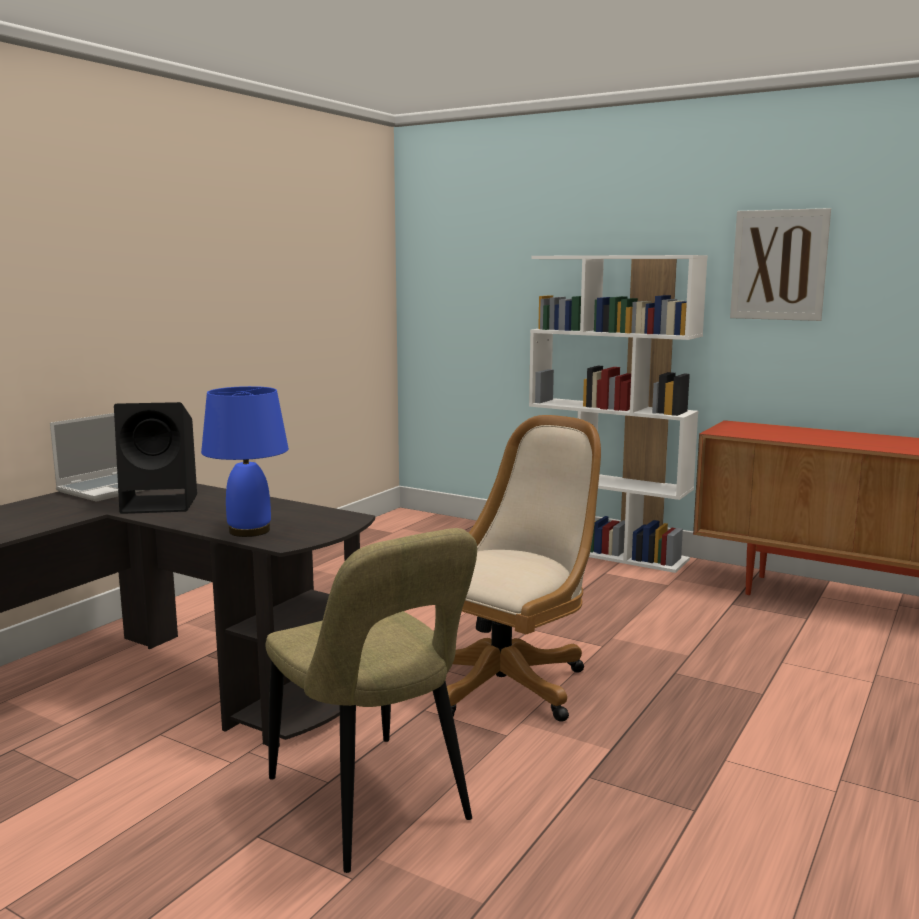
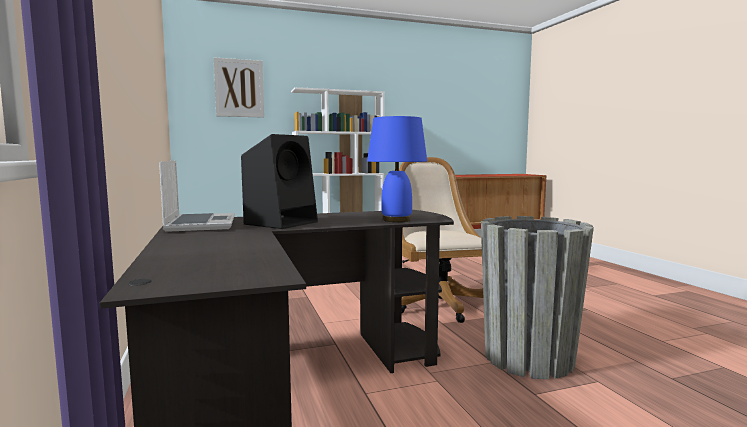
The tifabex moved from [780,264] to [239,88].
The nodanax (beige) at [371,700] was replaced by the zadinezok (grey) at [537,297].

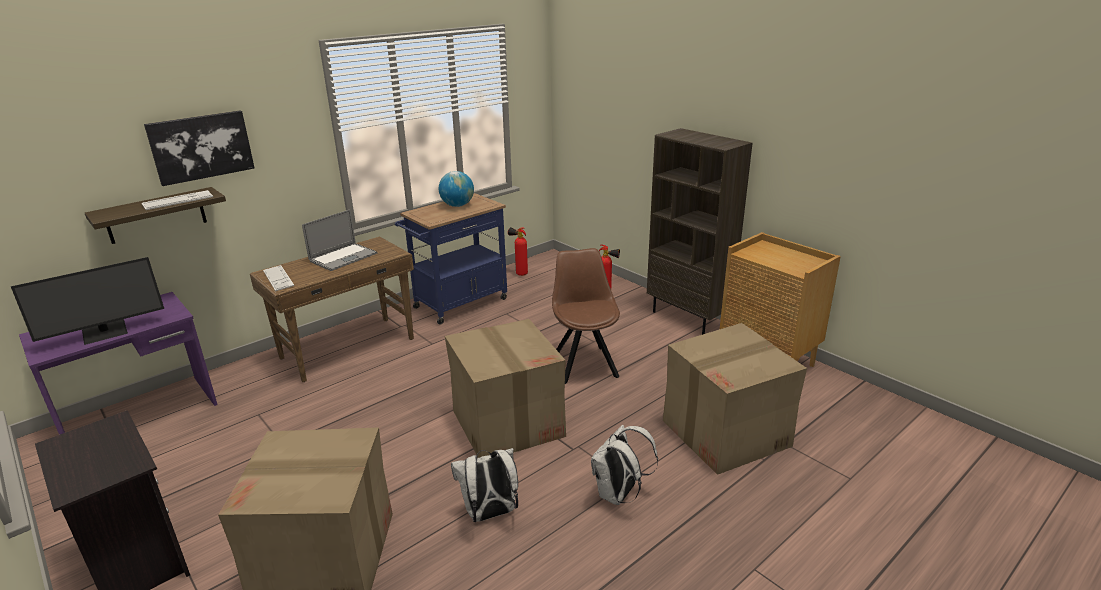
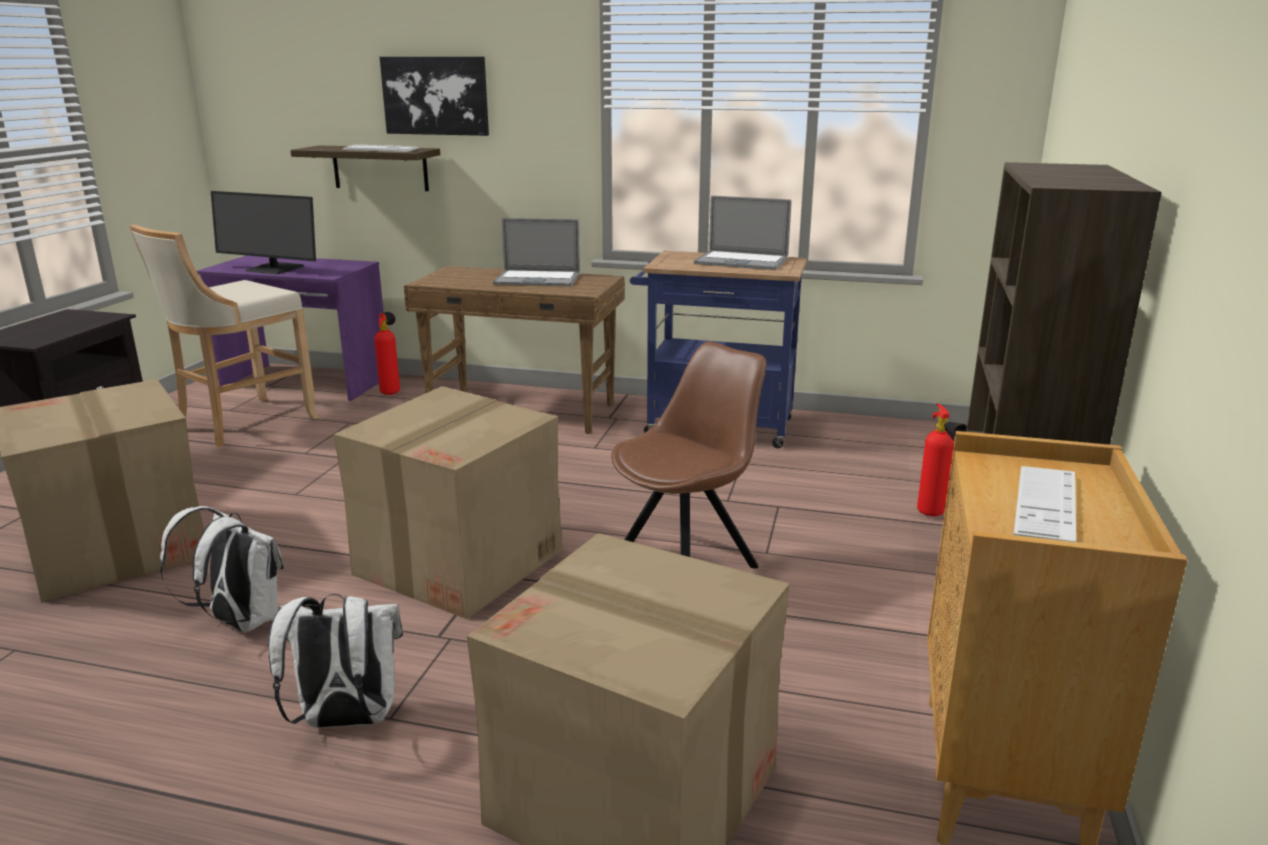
The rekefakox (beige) at [224,335] appeared.
The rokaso moved from [278,278] to [1045,504].
The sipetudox moved from [518,251] to [387,353].
The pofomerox at [456,189] was replaced by the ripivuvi at [742,233].

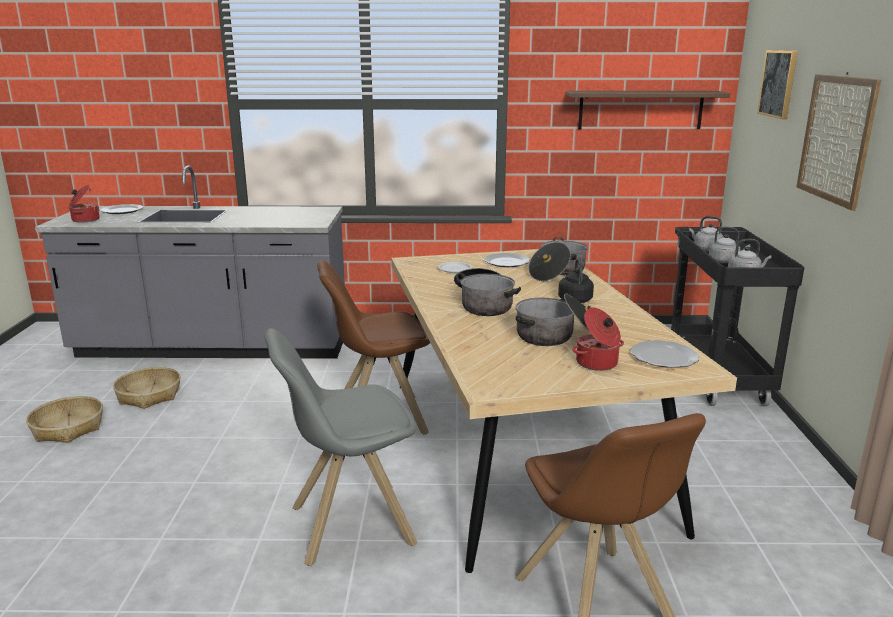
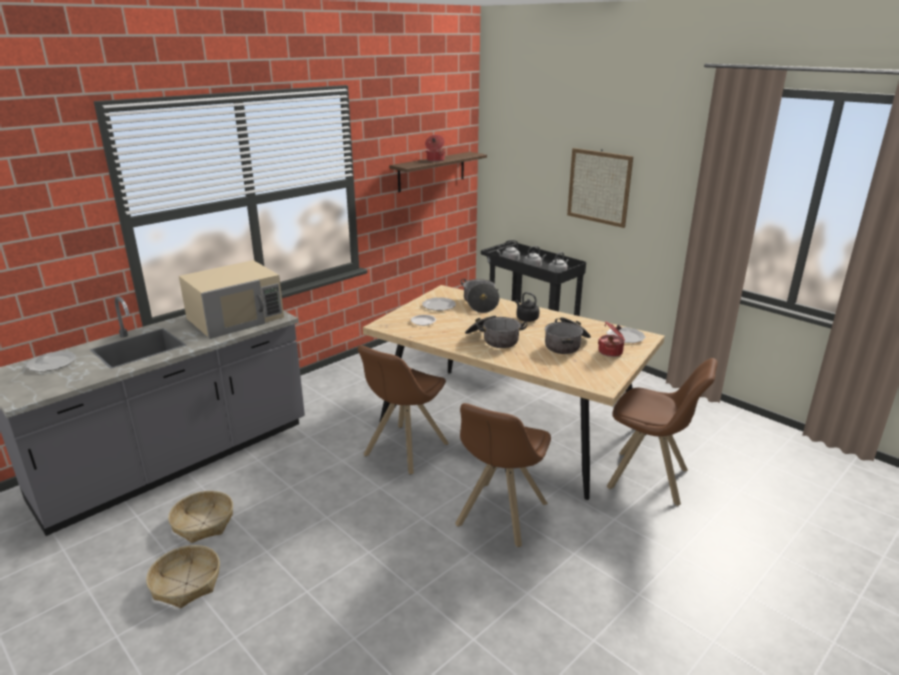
The tifabex at [777,84] disappeared.
The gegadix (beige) at [231,299] appeared.
The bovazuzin moved from [84,204] to [435,148].
The nodanax (grey) at [341,447] became the nodanax (brown) at [503,475].

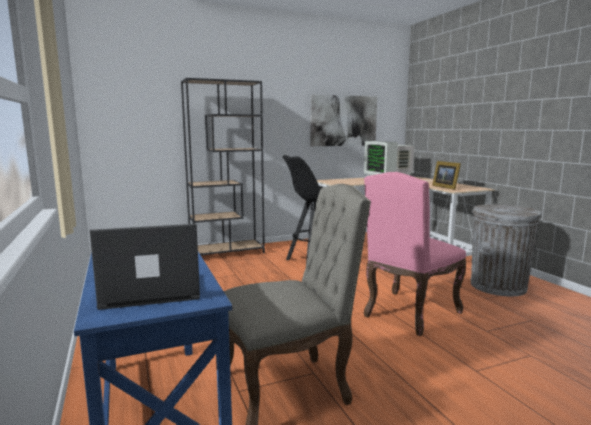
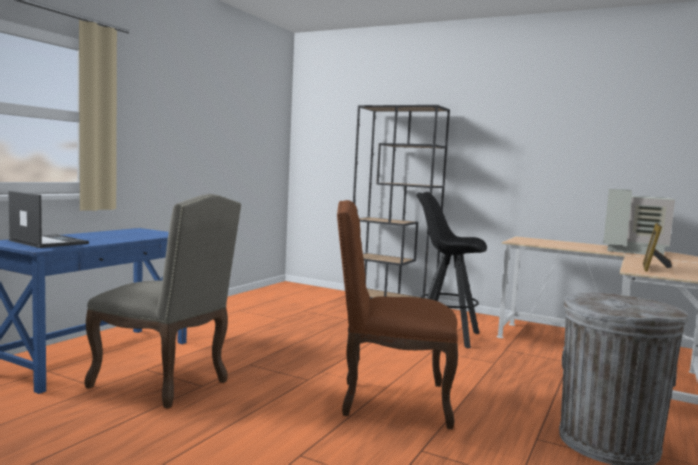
The tifabex at [343,120] disappeared.
The nodanax (pink) at [415,254] became the nodanax (brown) at [397,314].

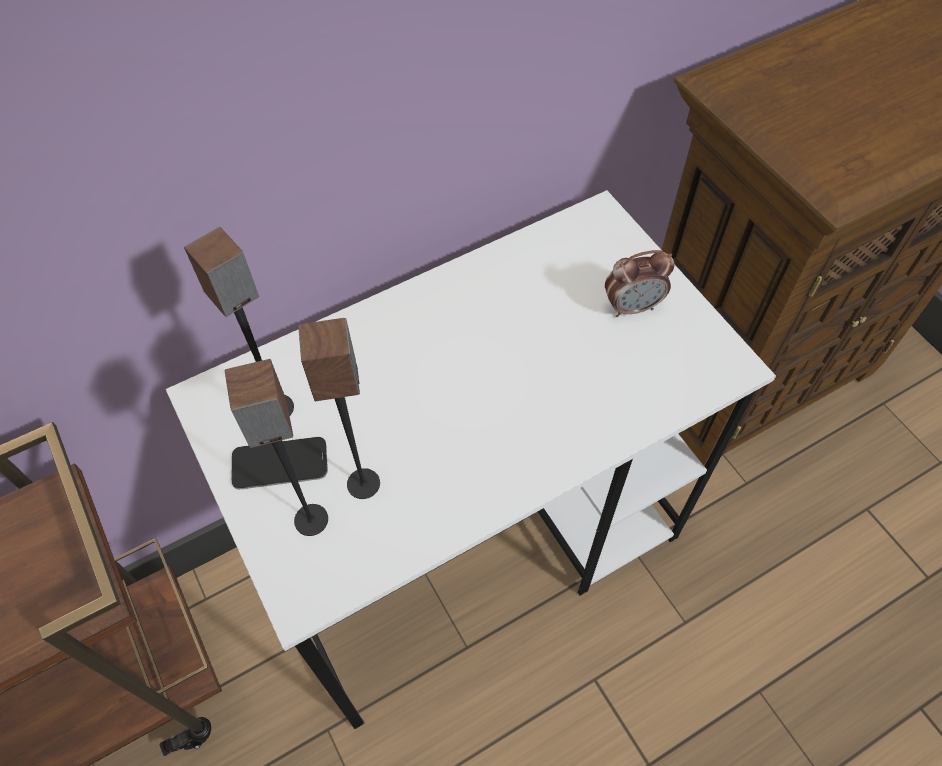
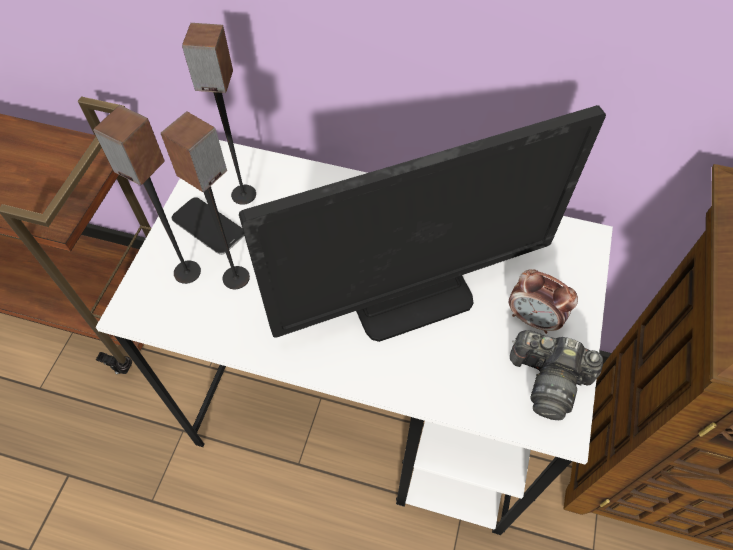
The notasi at [422,223] appeared.
The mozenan at [557,375] appeared.

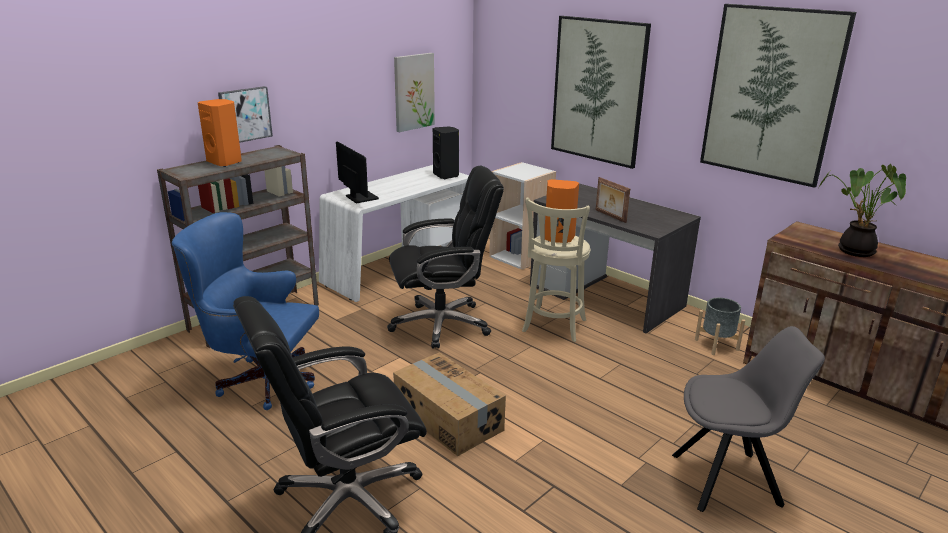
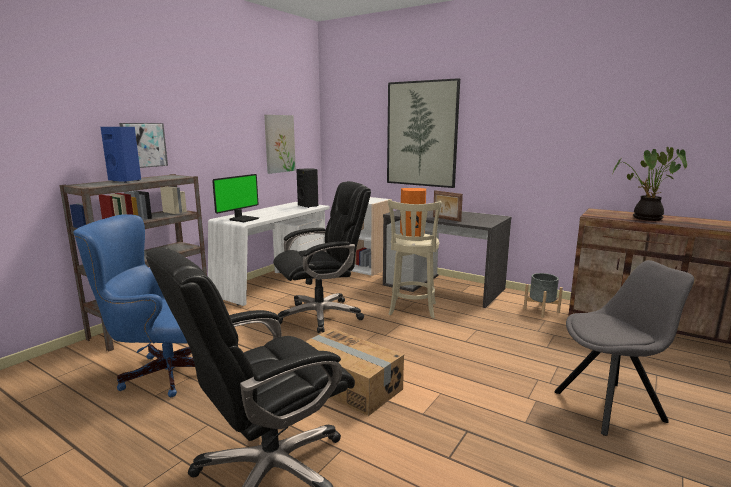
The tifabex at [778,96] disappeared.
The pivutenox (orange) at [220,133] became the pivutenox (blue) at [121,155].
The notasi at [357,172] turned 75 degrees clockwise.

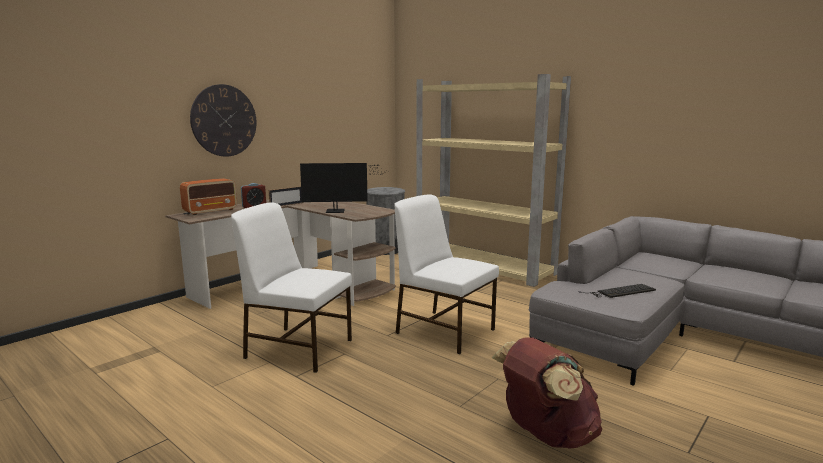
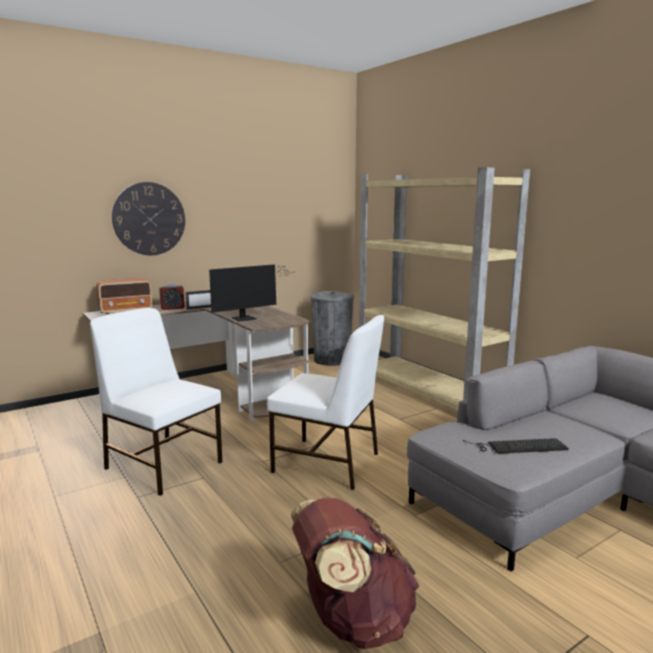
The notasi at [344,188] turned 45 degrees counterclockwise.
The nodanax (white) at [447,274] turned 150 degrees clockwise.

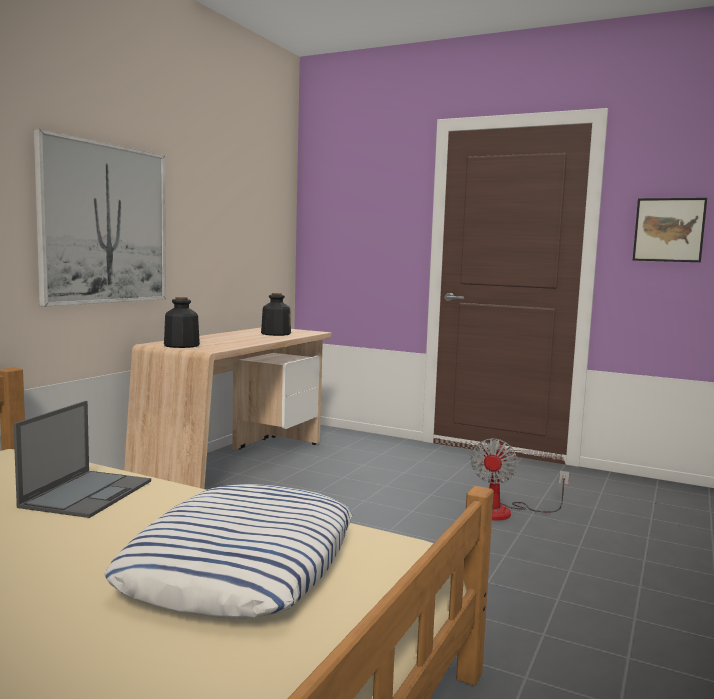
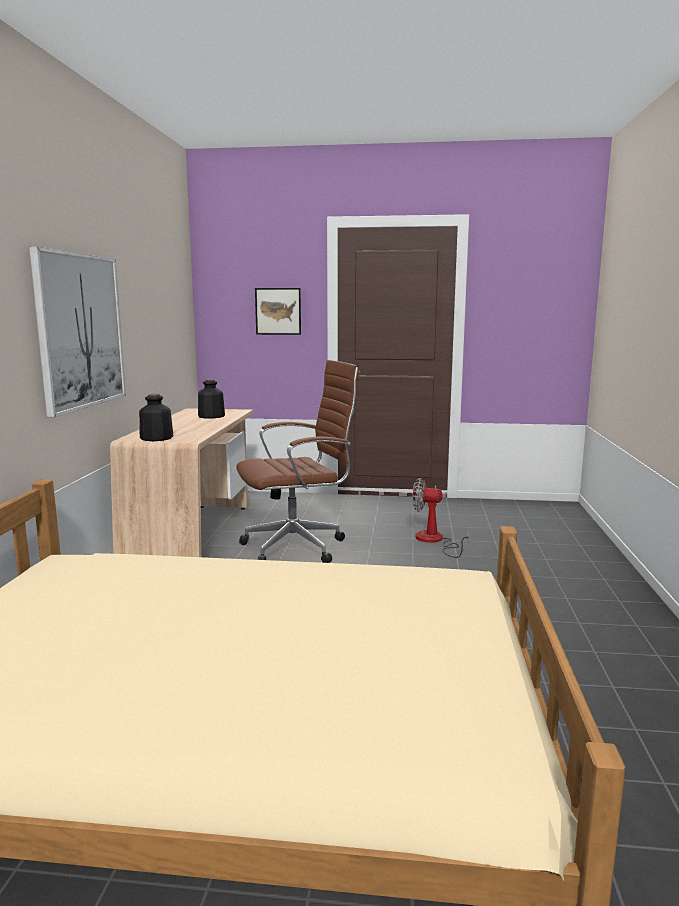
The ripivuvi at [82,459] disappeared.
The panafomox at [228,551] disappeared.
The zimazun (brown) at [298,461] appeared.
The tifabex moved from [670,230] to [278,311].
The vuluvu at [519,479] turned 105 degrees clockwise.

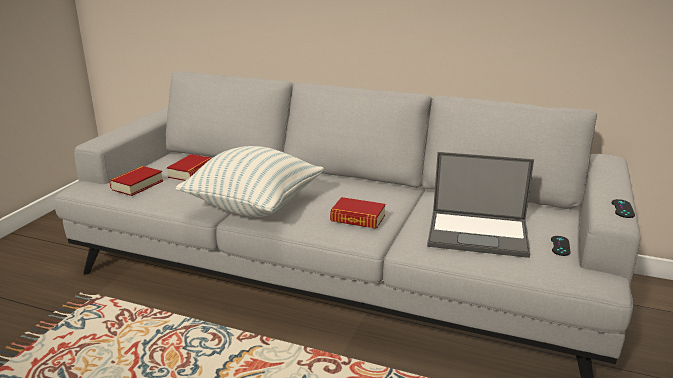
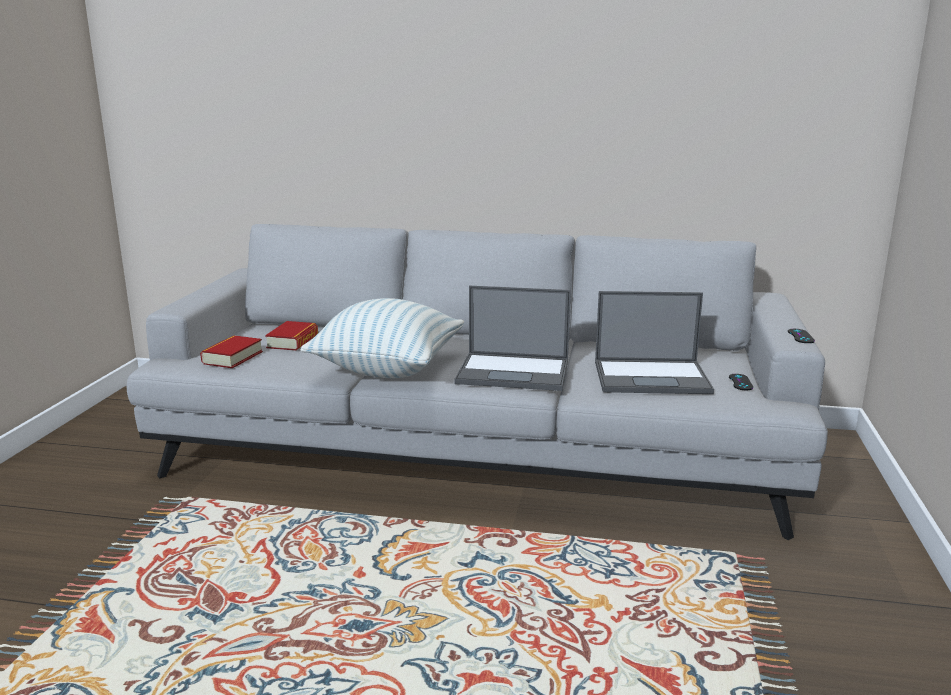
The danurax at [358,213] was replaced by the ripivuvi at [512,338].

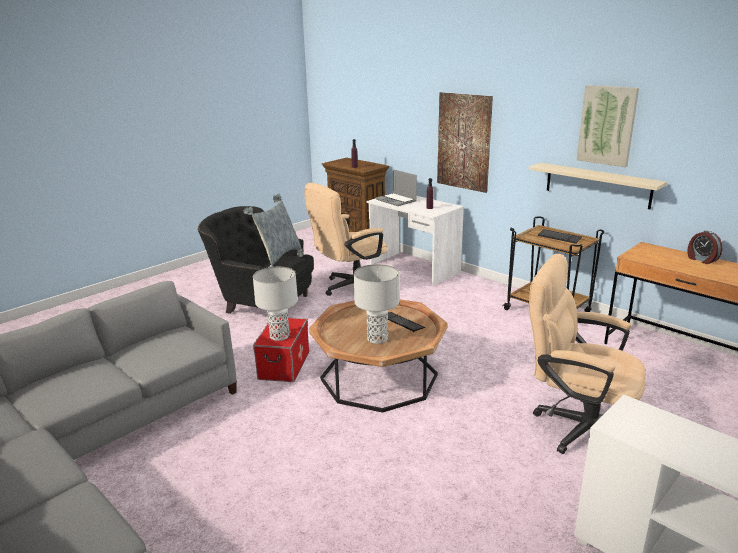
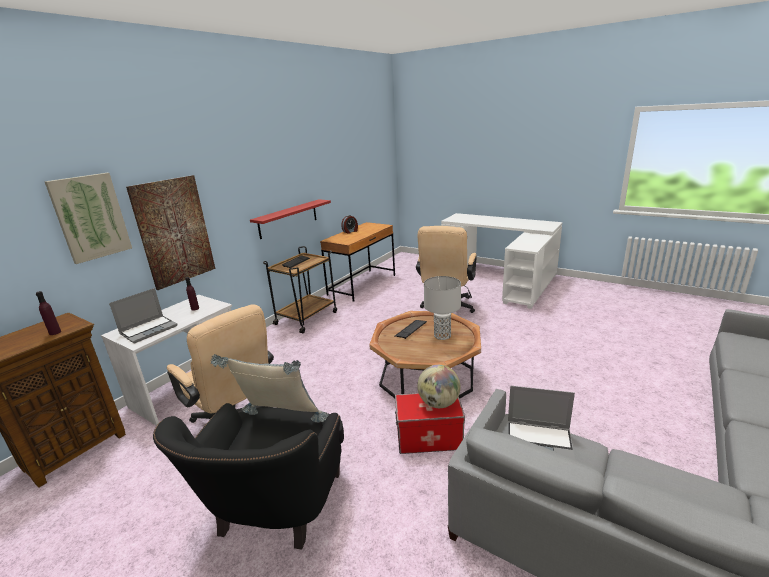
The ripivuvi at [541,423] appeared.
The tifabex moved from [608,126] to [88,218].
The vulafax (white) at [275,304] was replaced by the pofomerox at [438,386].
The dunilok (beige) at [598,186] became the dunilok (red) at [290,219].

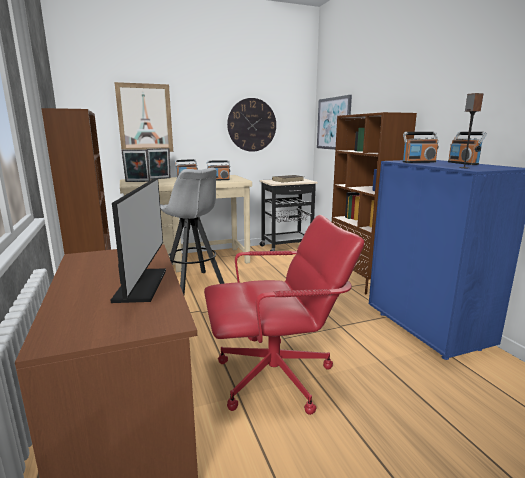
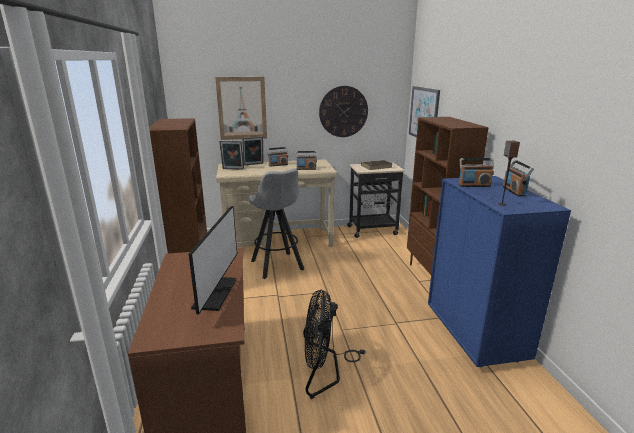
The zimazun (red) at [284,315] was replaced by the vuluvu (black) at [334,344].

